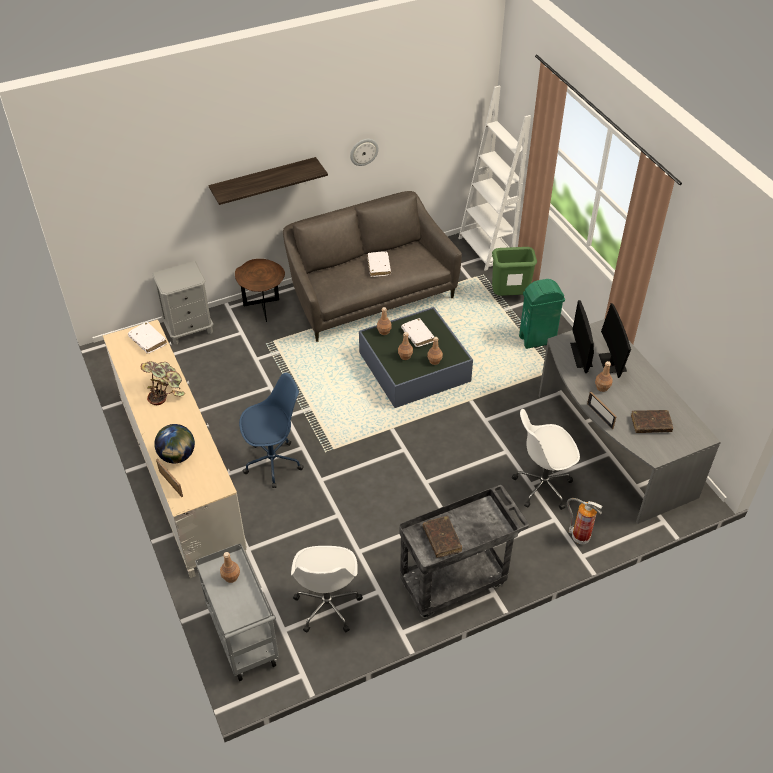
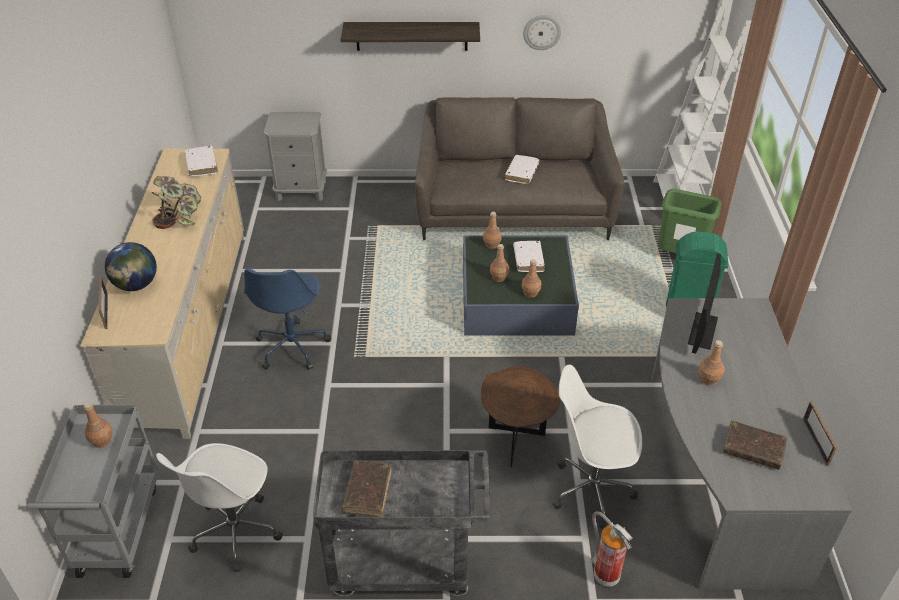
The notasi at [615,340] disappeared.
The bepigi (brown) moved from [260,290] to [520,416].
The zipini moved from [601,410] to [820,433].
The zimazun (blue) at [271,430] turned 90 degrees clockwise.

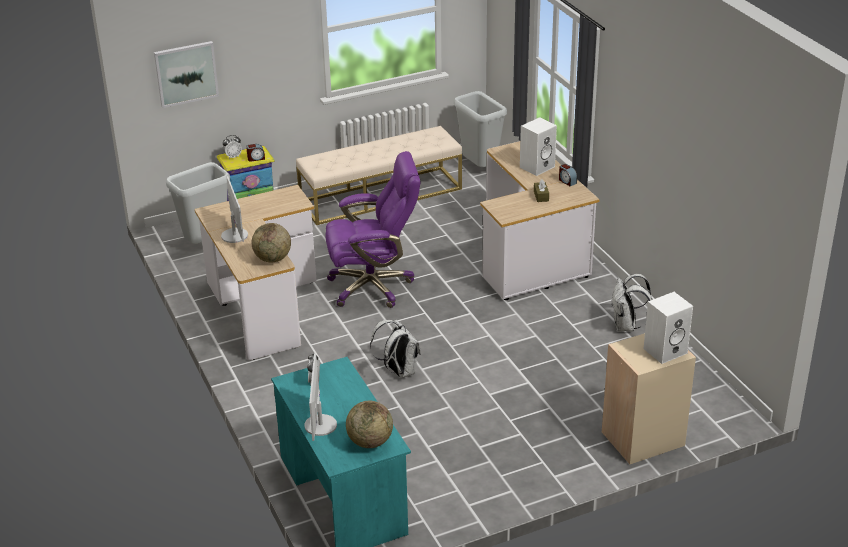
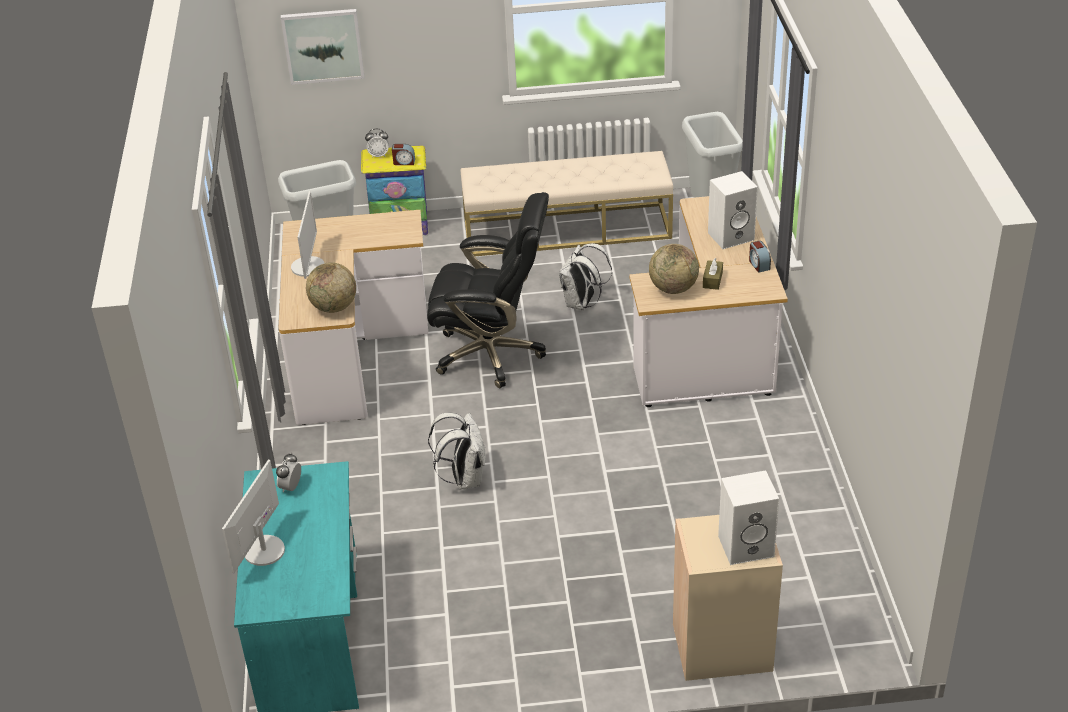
The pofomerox moved from [369,424] to [674,269].
The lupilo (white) moved from [632,302] to [585,276].
The zimazun (purple) at [373,229] became the zimazun (black) at [488,290].

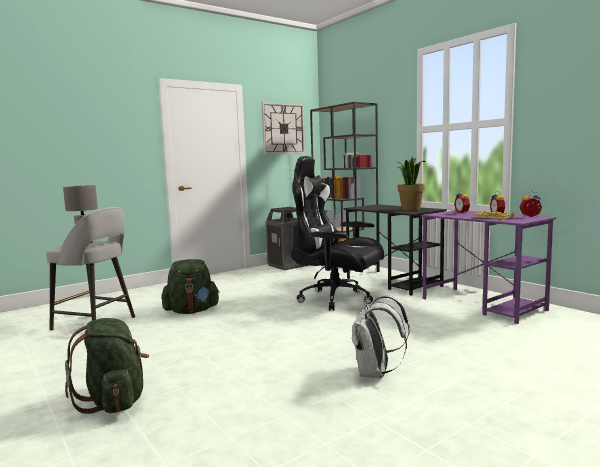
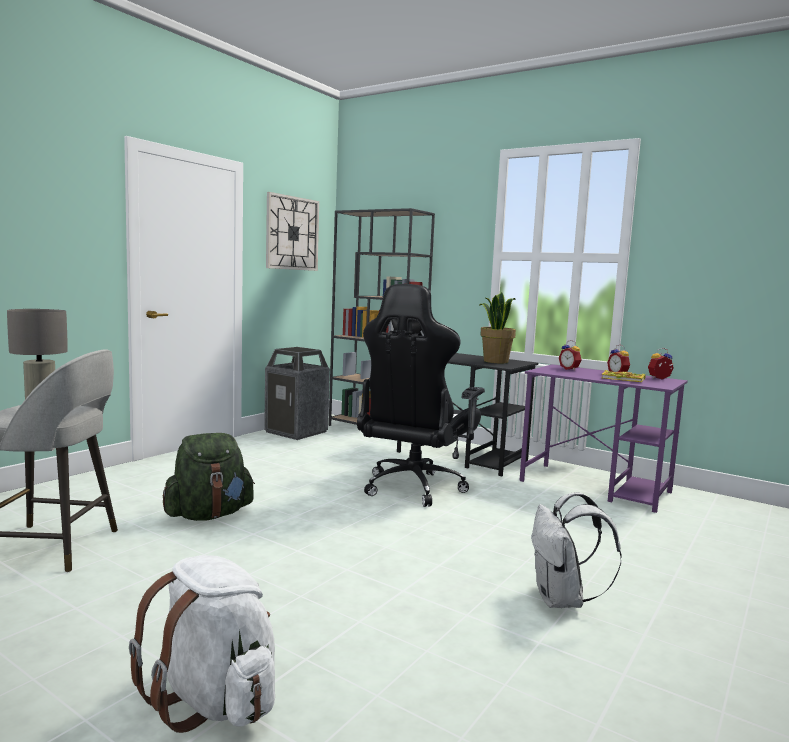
The lupilo (green) at [107,366] became the lupilo (white) at [202,644].
The zimazun (black) at [337,233] turned 75 degrees counterclockwise.

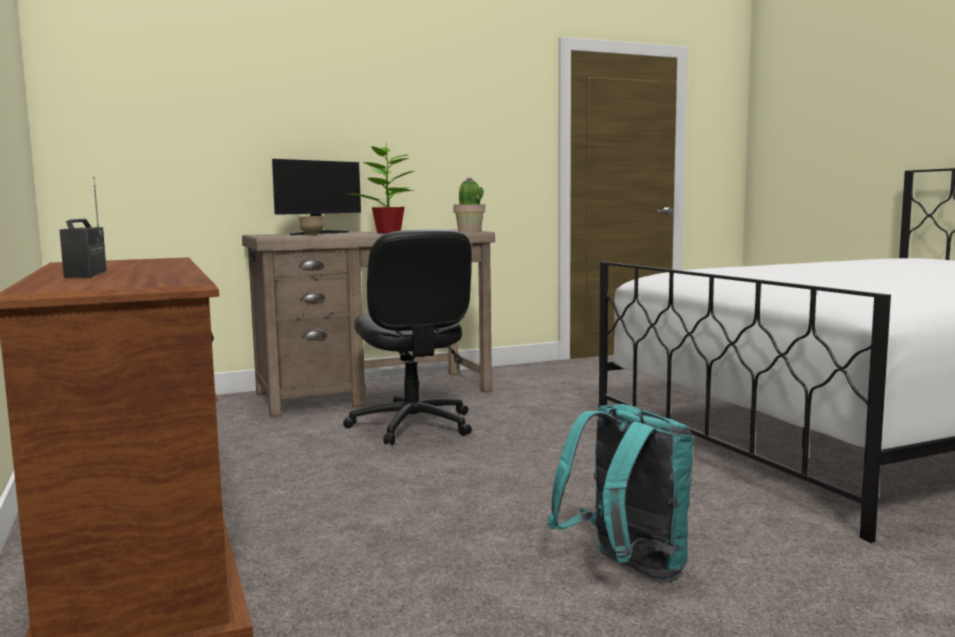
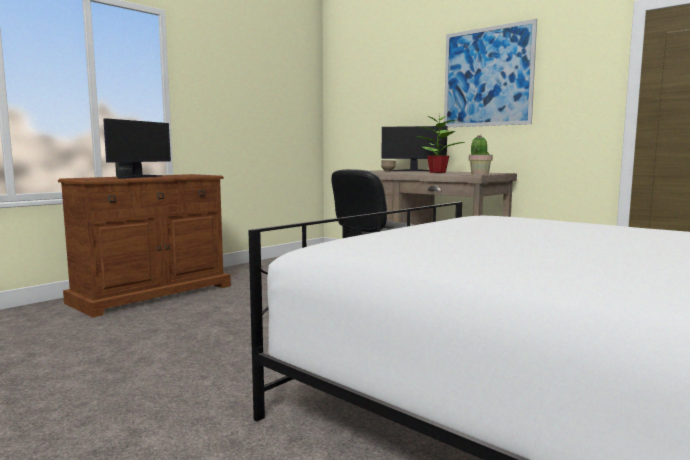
The lupilo (turquoise) at [620,492] disappeared.
The notasi at [137,148] appeared.
The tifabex at [490,73] appeared.

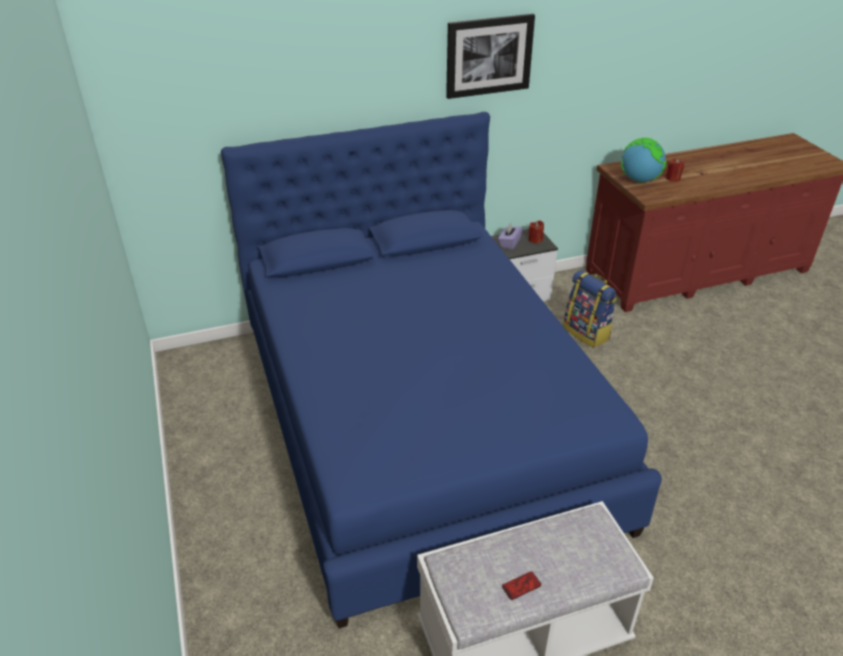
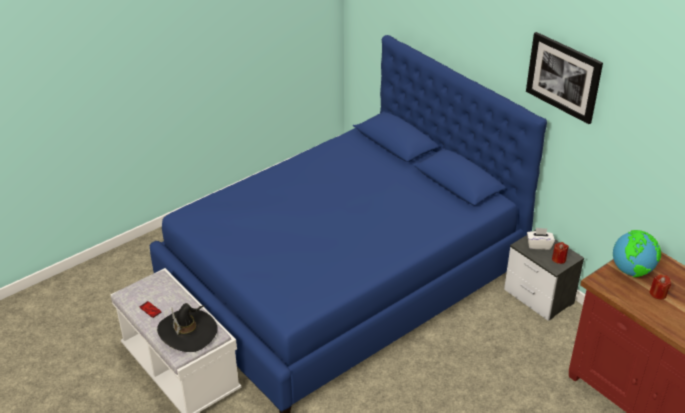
The lupilo at [590,309] disappeared.
The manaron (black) at [187,327] appeared.
The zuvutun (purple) at [510,236] became the zuvutun (white) at [541,239].

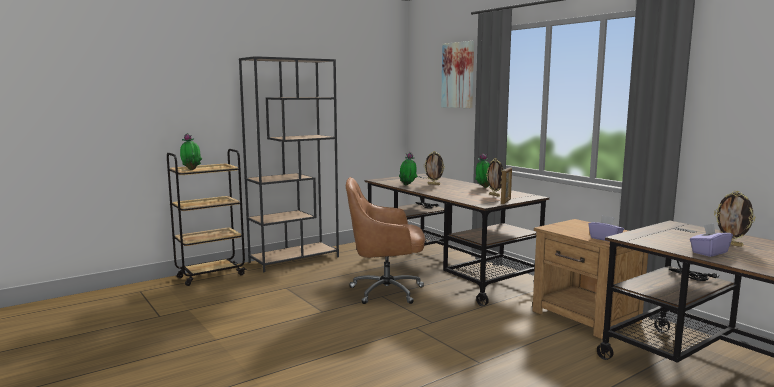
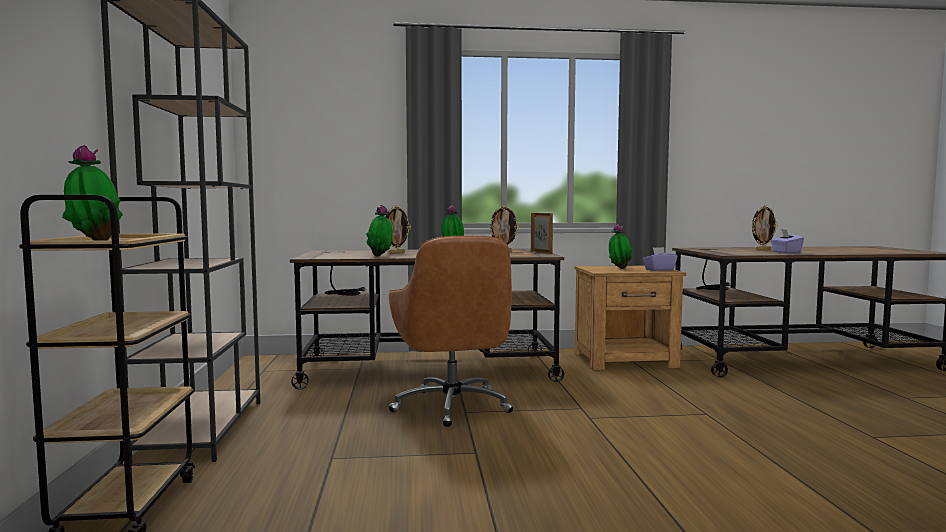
The tifabex at [457,74] disappeared.
The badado at [621,246] appeared.
The zimazun (brown) at [385,240] turned 45 degrees counterclockwise.

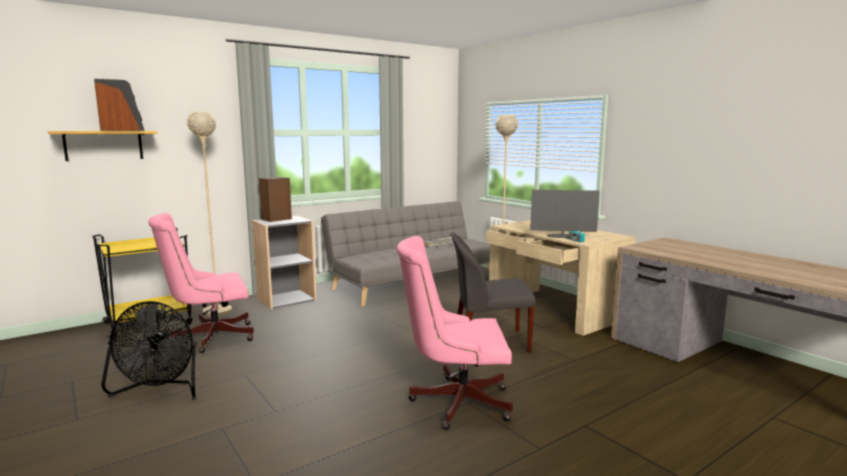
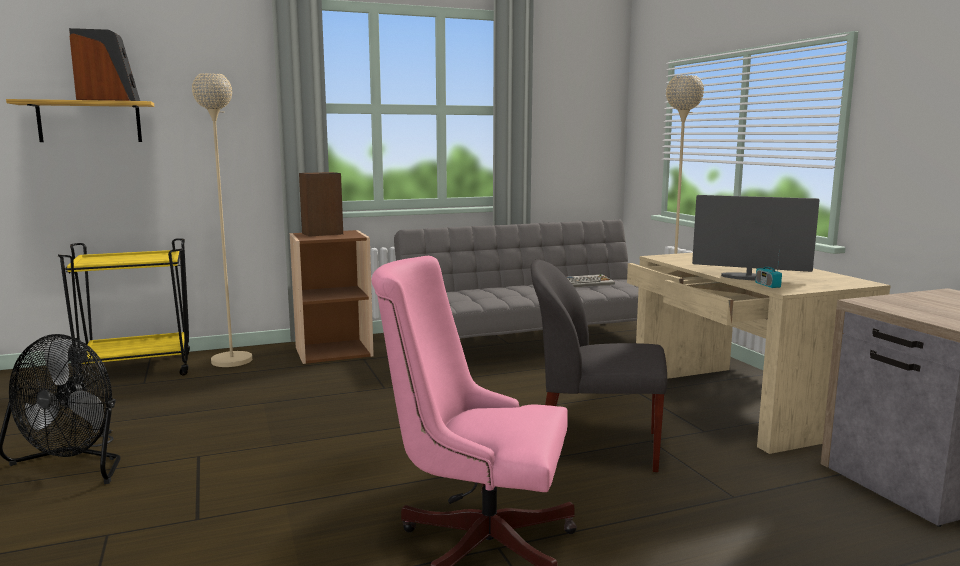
The zimazun (pink) at [201,283] disappeared.
The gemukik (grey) at [284,262] became the gemukik (brown) at [332,297].

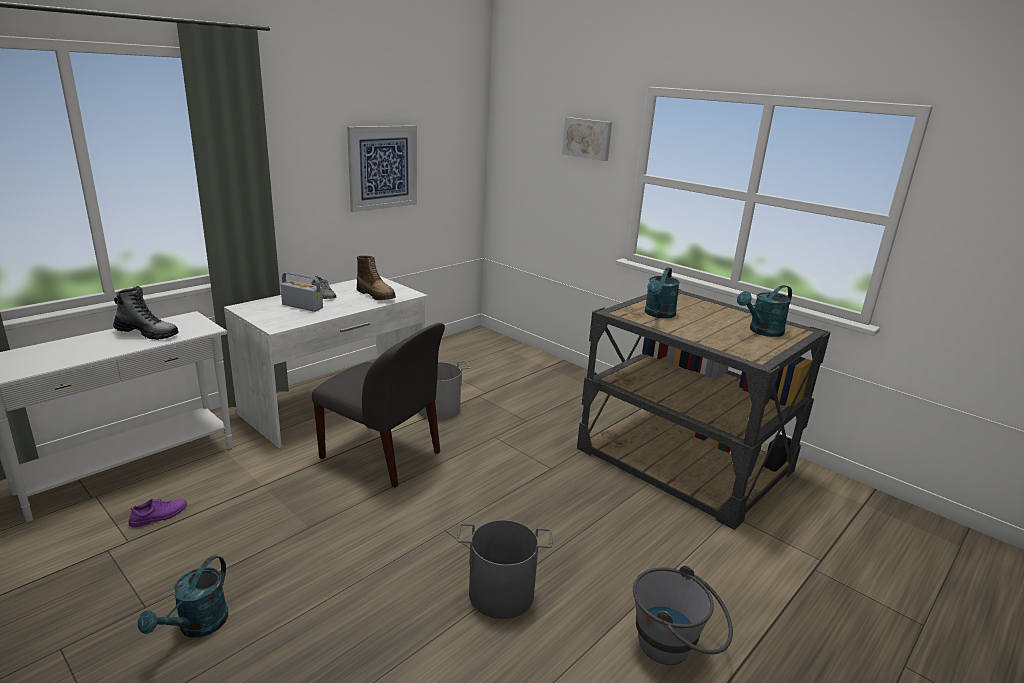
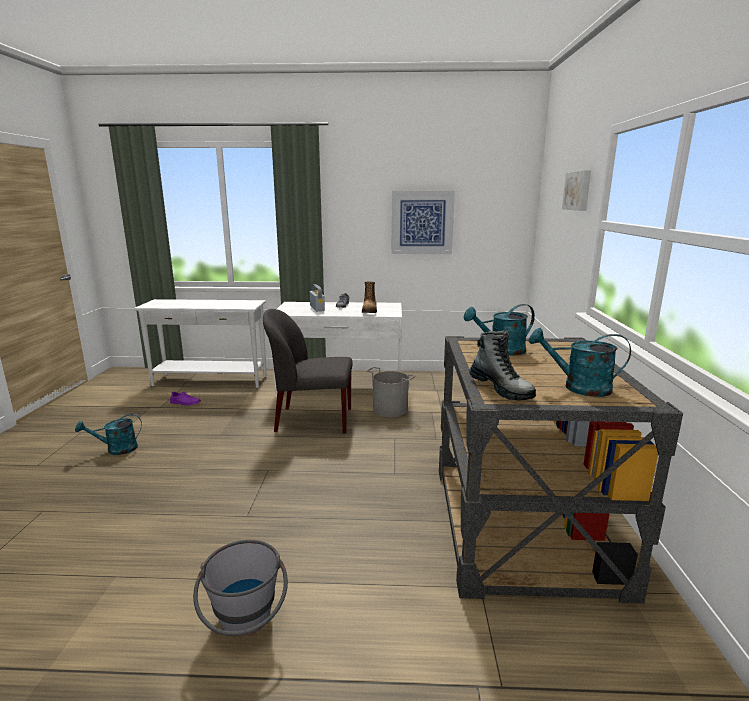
The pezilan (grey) at [504,569] disappeared.
The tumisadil moved from [145,313] to [502,365].
The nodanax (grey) at [378,405] turned 105 degrees clockwise.

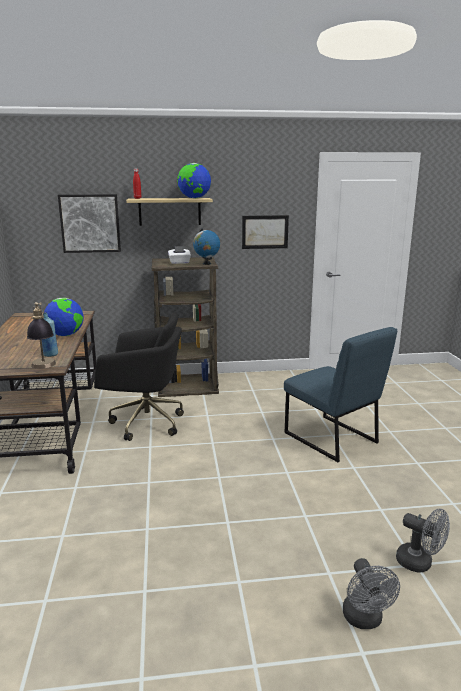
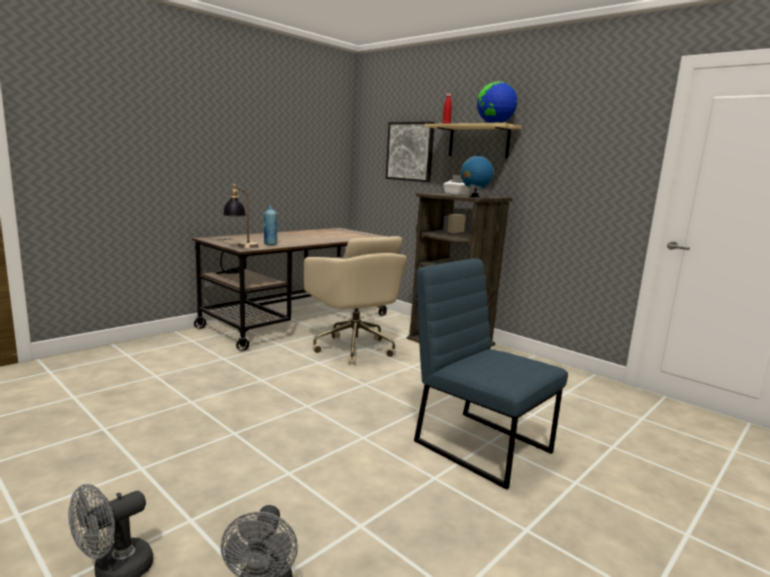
The pofomerox at [64,317] disappeared.
The tifabex at [265,232] disappeared.
The zimazun (black) at [139,376] became the zimazun (beige) at [355,300].
The nodanax (blue) at [340,394] turned 120 degrees clockwise.

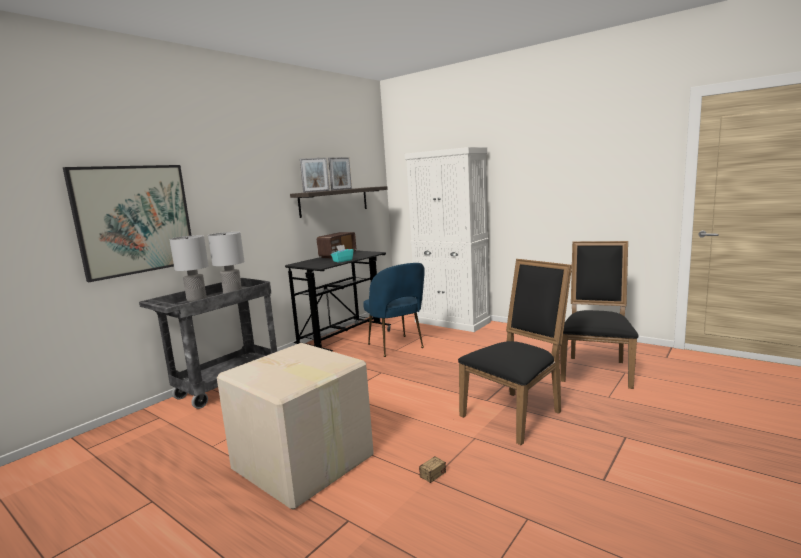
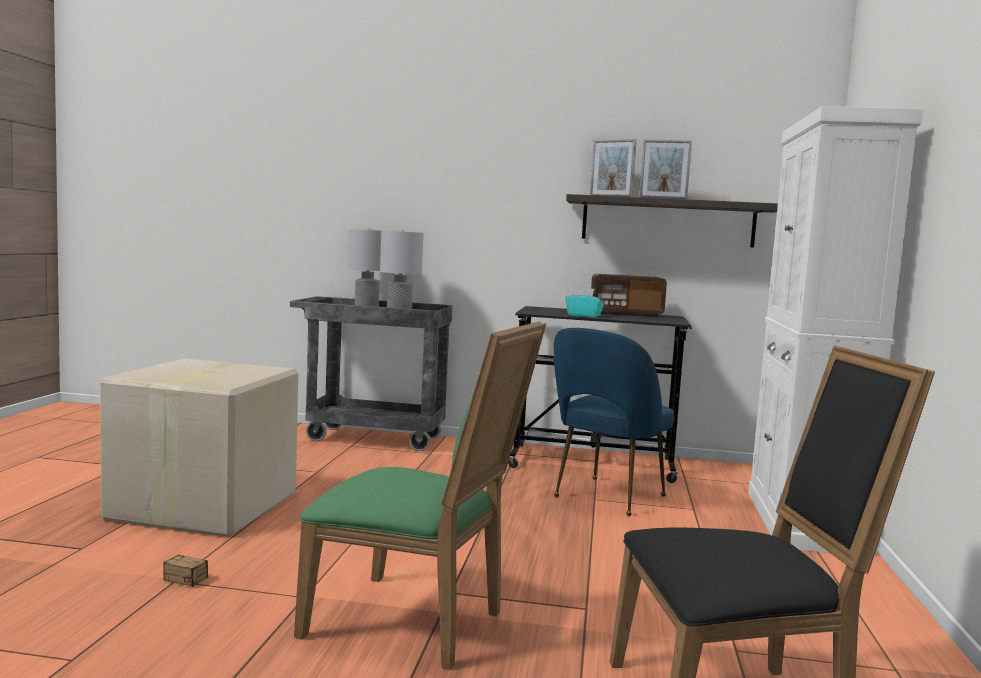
The tifabex at [127,223] disappeared.
The nodanax (black) at [515,352] became the nodanax (green) at [420,495].

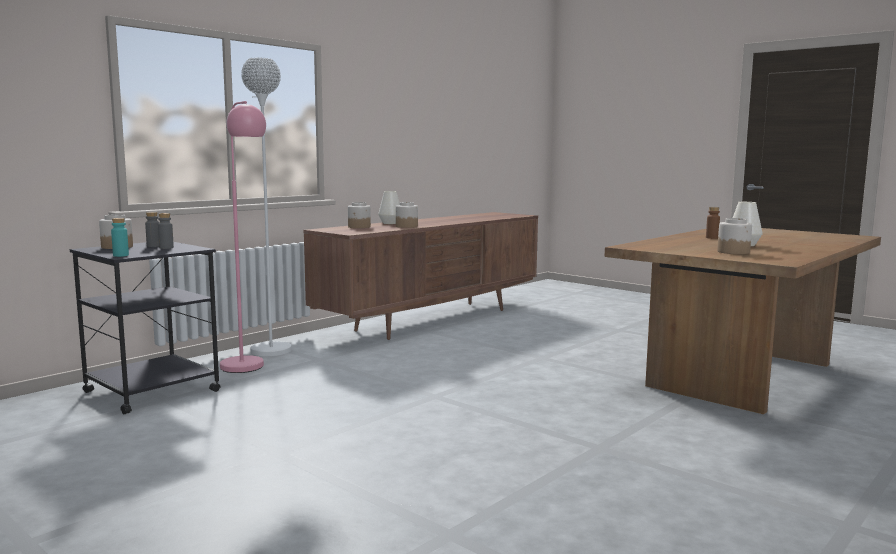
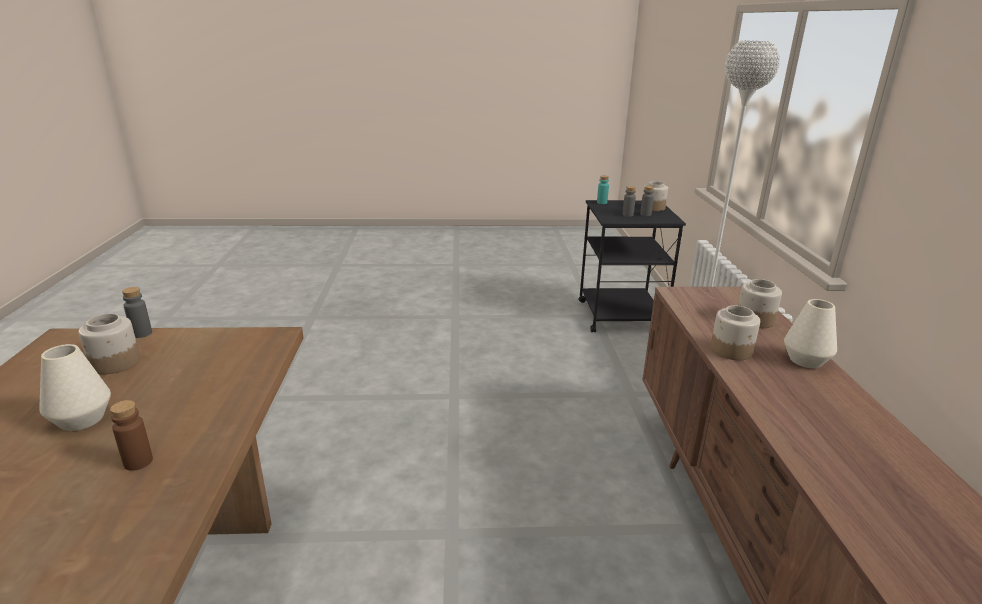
The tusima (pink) at [243,237] disappeared.
The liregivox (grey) at [137,312] appeared.

